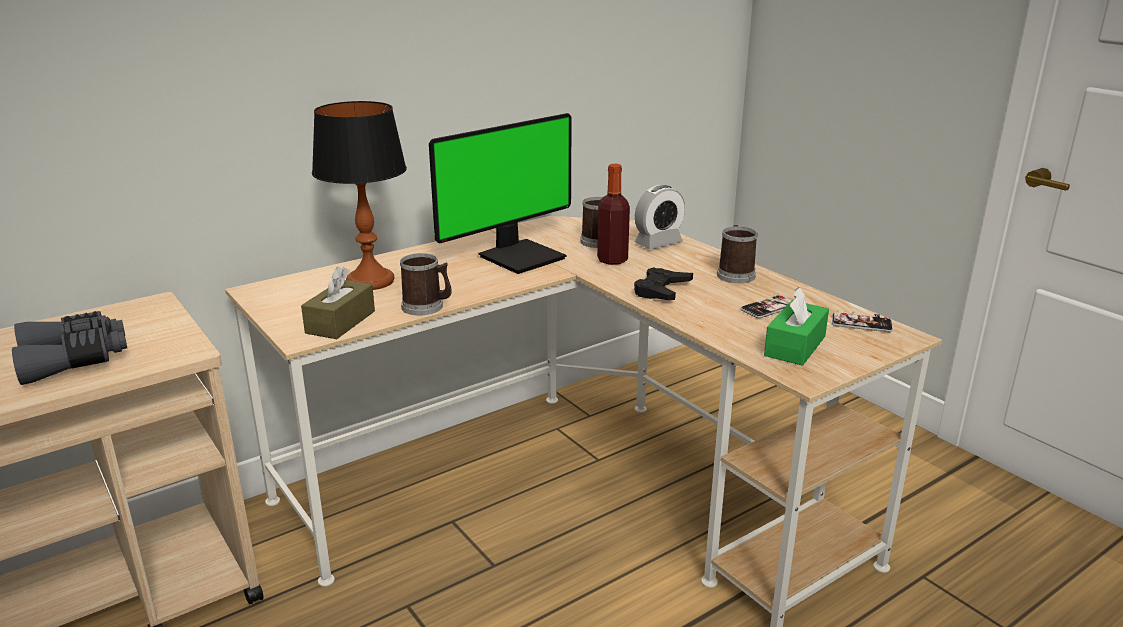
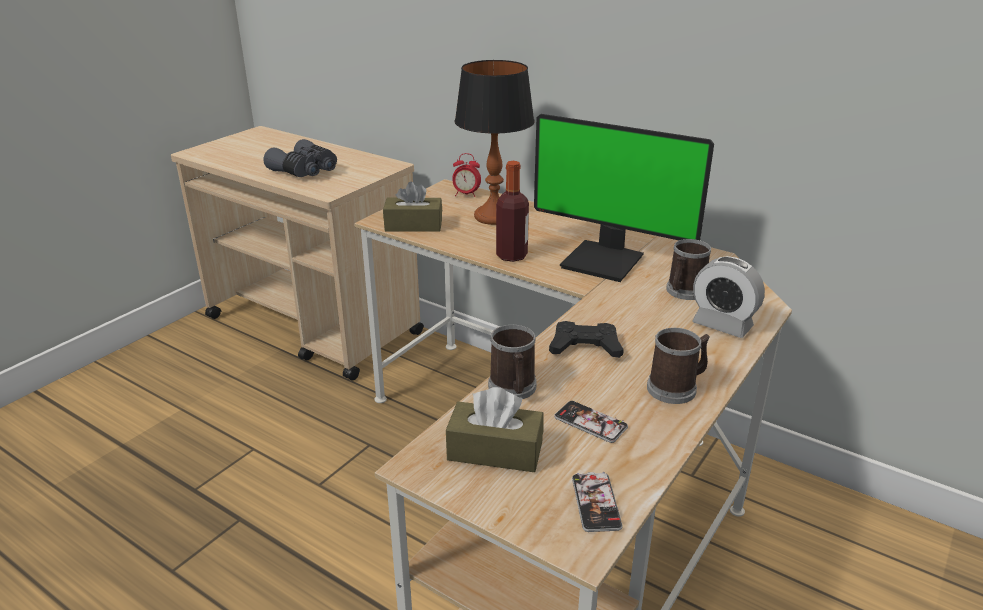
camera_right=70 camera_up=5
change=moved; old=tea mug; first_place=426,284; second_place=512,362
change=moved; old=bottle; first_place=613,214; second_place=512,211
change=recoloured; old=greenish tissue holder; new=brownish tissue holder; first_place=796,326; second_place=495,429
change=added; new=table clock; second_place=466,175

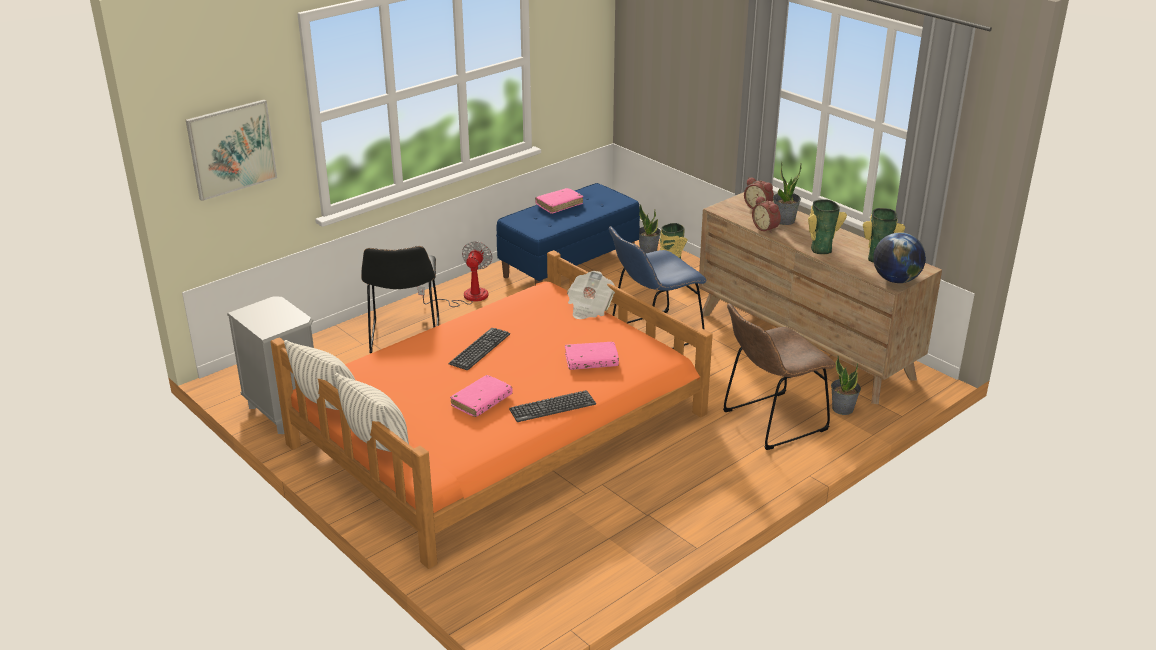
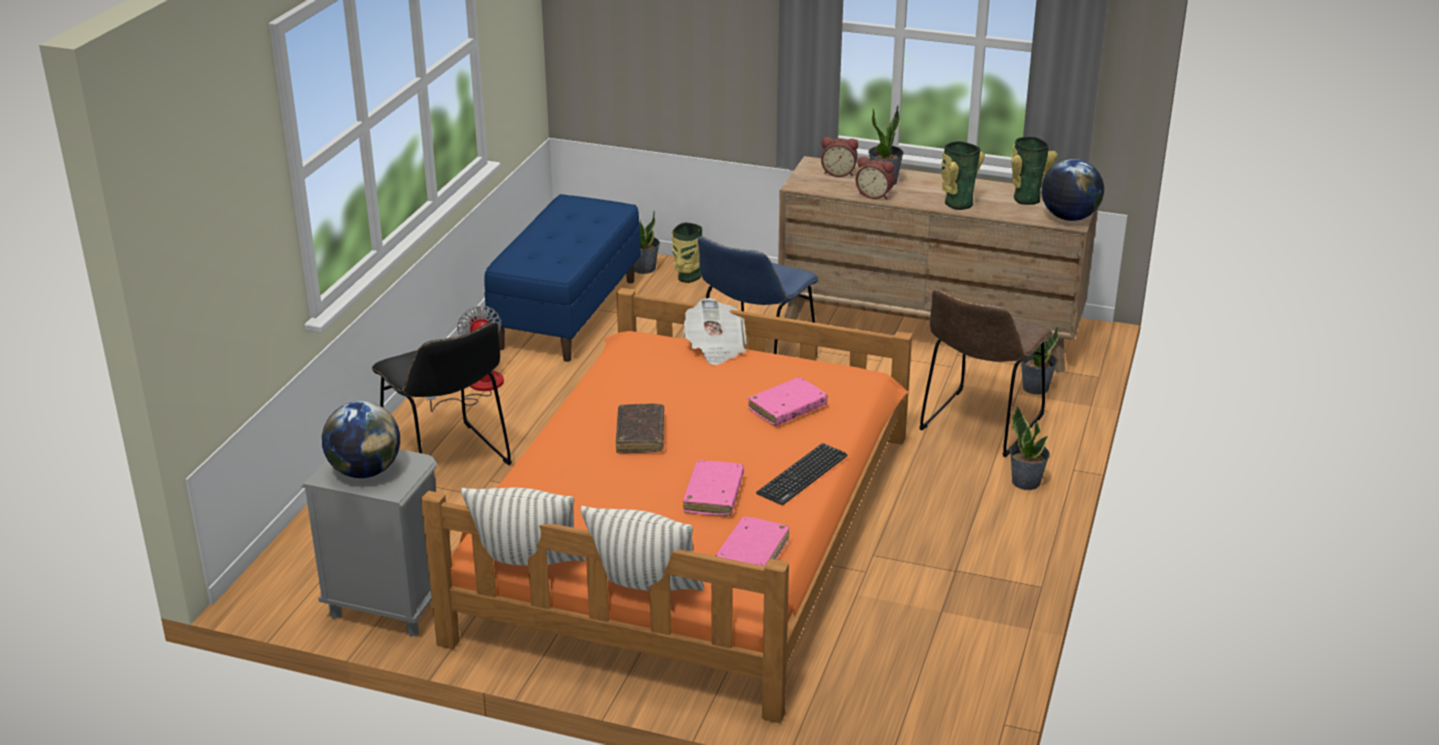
camera_right=-30 camera_up=0
change=removed; old=picture; first_place=231,150
change=replaced; old=computer keyboard; new=brownish book; first_place=479,349; second_place=640,428
change=moved; old=pink-coloured book; first_place=559,201; second_place=753,541
change=added; new=globe; second_place=361,439
change=added; new=potted plant; second_place=1030,448

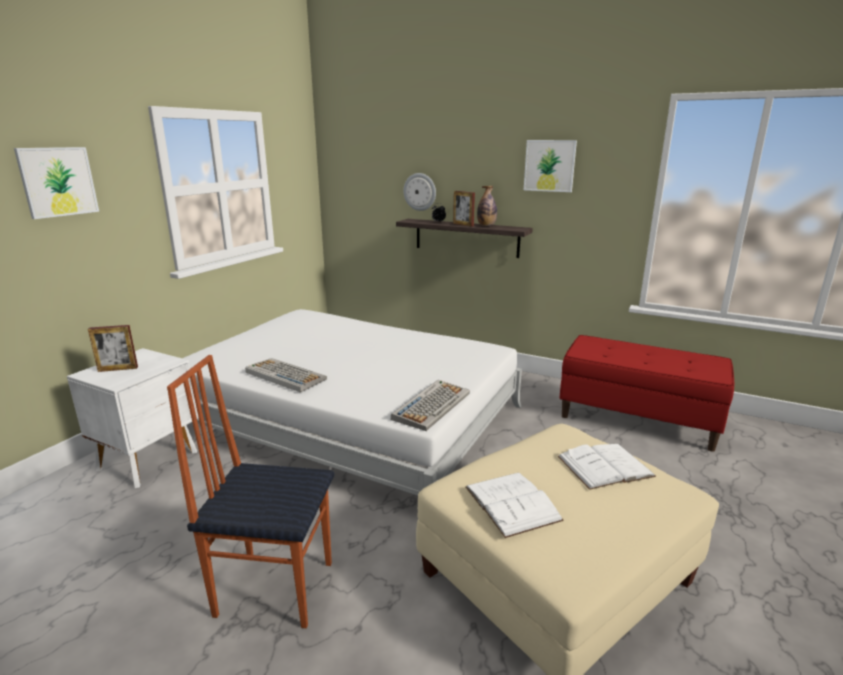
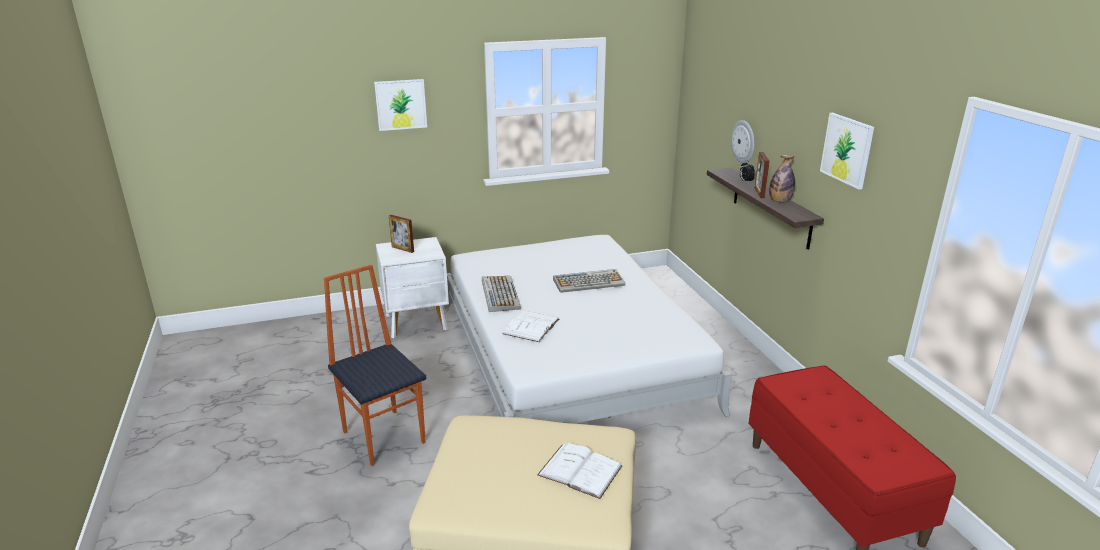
camera_right=45 camera_up=5
change=moved; old=computer keyboard; first_place=430,405; second_place=589,281
change=moved; old=whitish book; first_place=515,505; second_place=531,326

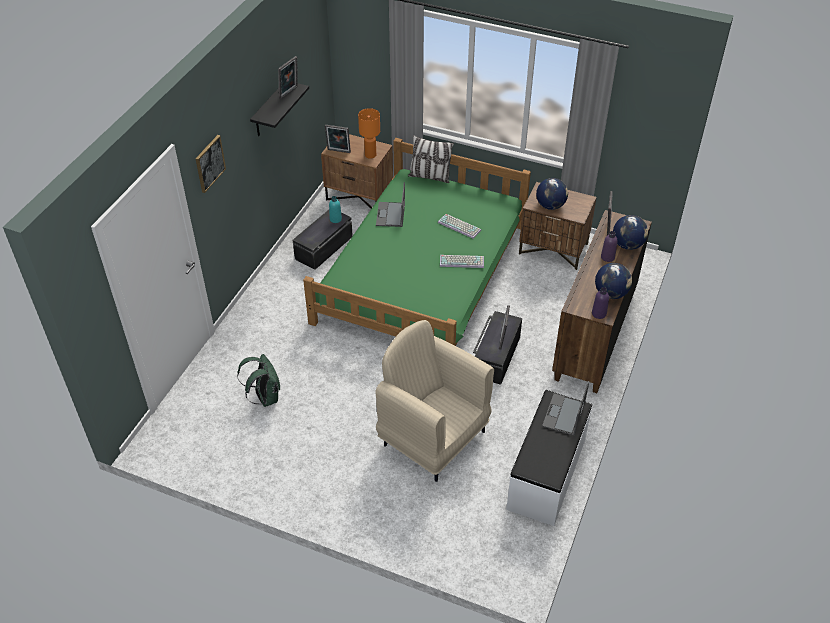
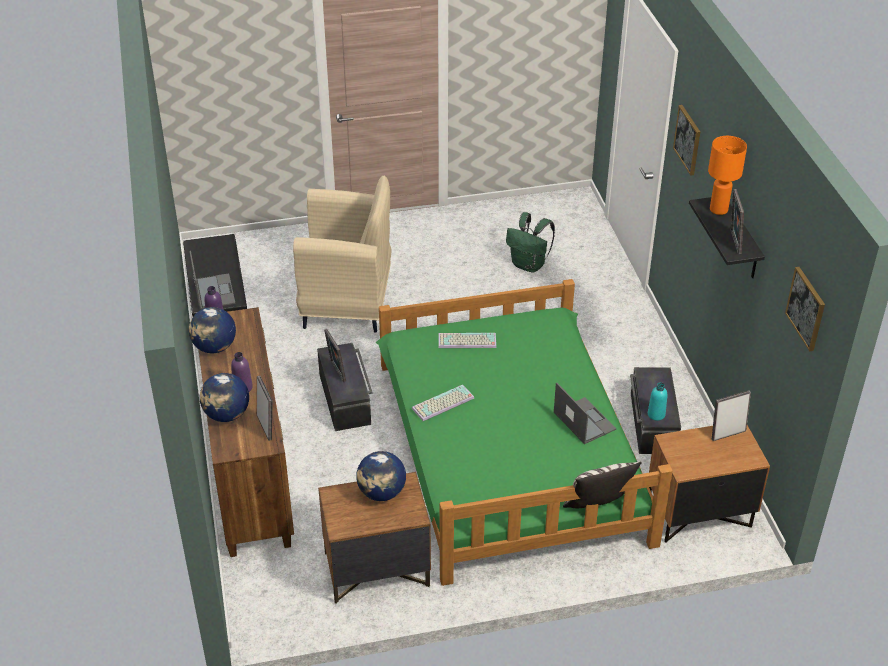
camera_right=145 camera_up=-5
change=moved; old=orange lamp for a table; first_place=369,133; second_place=727,175
change=moved; old=computer keyboard; first_place=459,226; second_place=467,340
change=added; new=picture; second_place=805,309

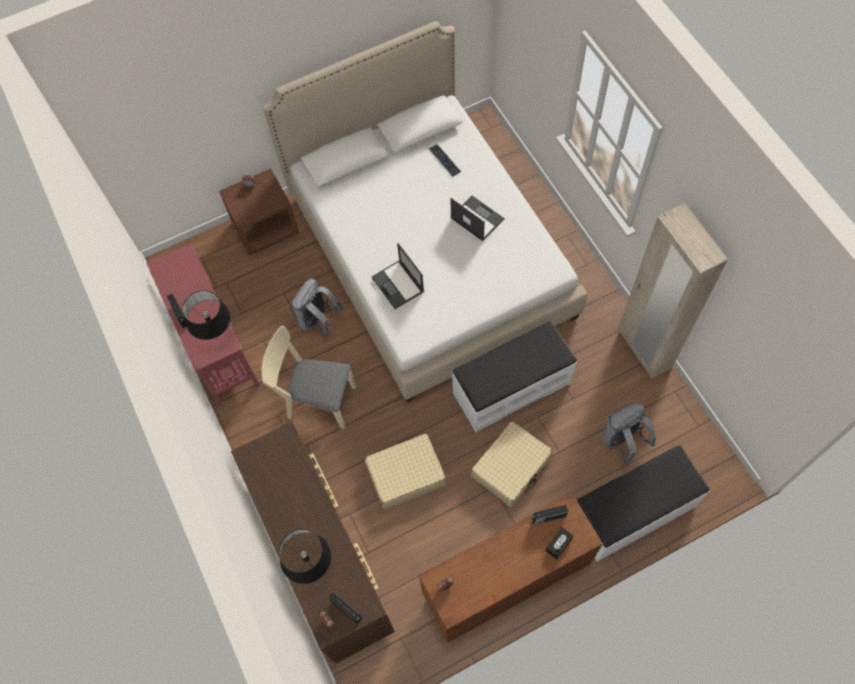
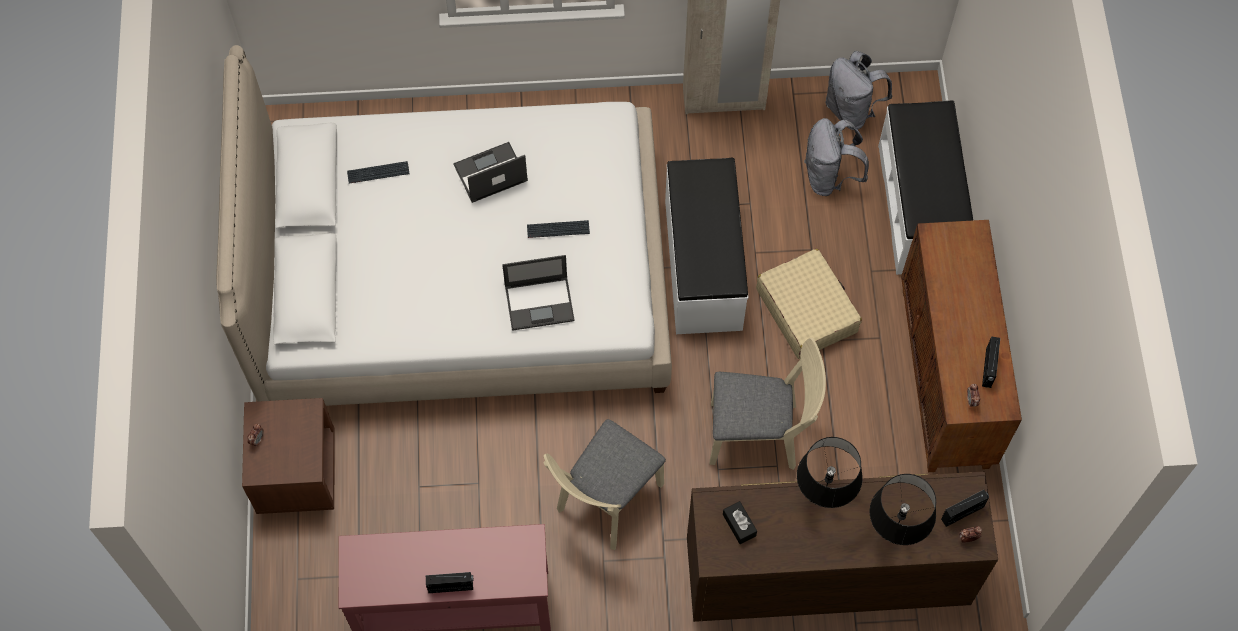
camera_right=-70 camera_up=0
change=moved; old=black-coloured lamp for a table; first_place=207,315; second_place=830,472
change=moved; old=grey knapsack; first_place=317,307; second_place=859,90
change=replaced; old=beige-coloured travel case; new=beige-coloured plain chair; first_place=405,472; second_place=768,403
change=moved; old=radio; first_place=550,515; second_place=991,362
change=moved; old=black-coloured tissue holder; first_place=560,543; second_place=740,522
change=added; new=computer keyboard; second_place=558,229

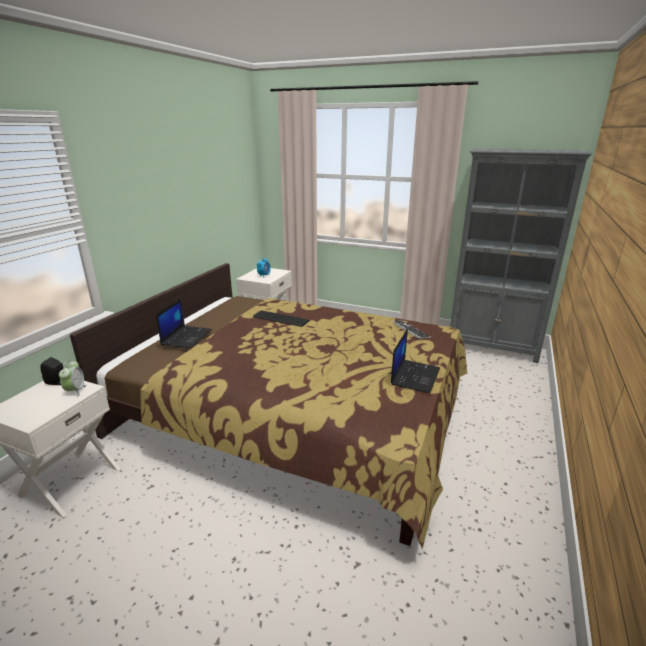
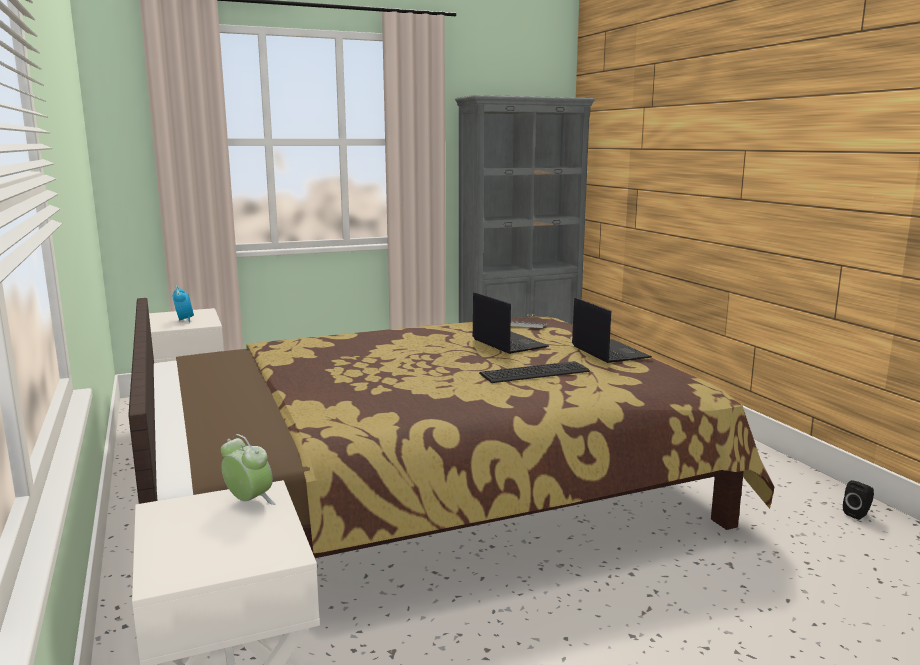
camera_right=-45 camera_up=-10
change=moved; old=black-coloured speaker; first_place=51,371; second_place=858,500
change=moved; old=portable computer; first_place=184,323; second_place=510,323
change=moved; old=computer keyboard; first_place=281,318; second_place=534,372

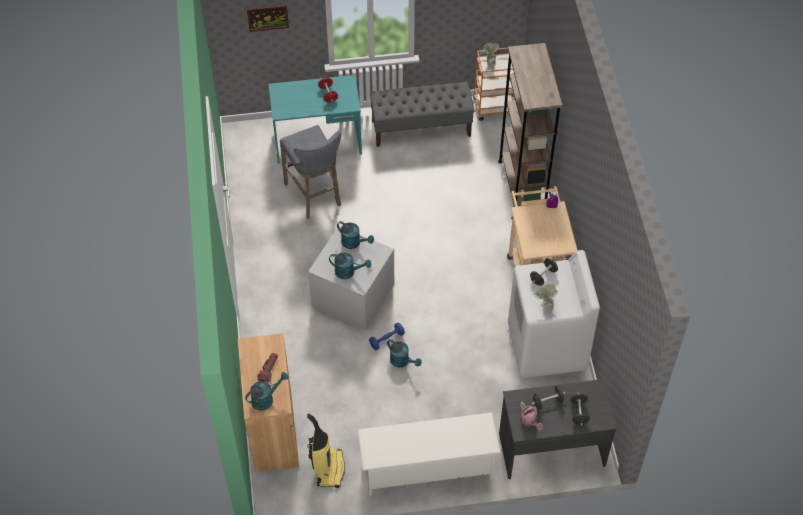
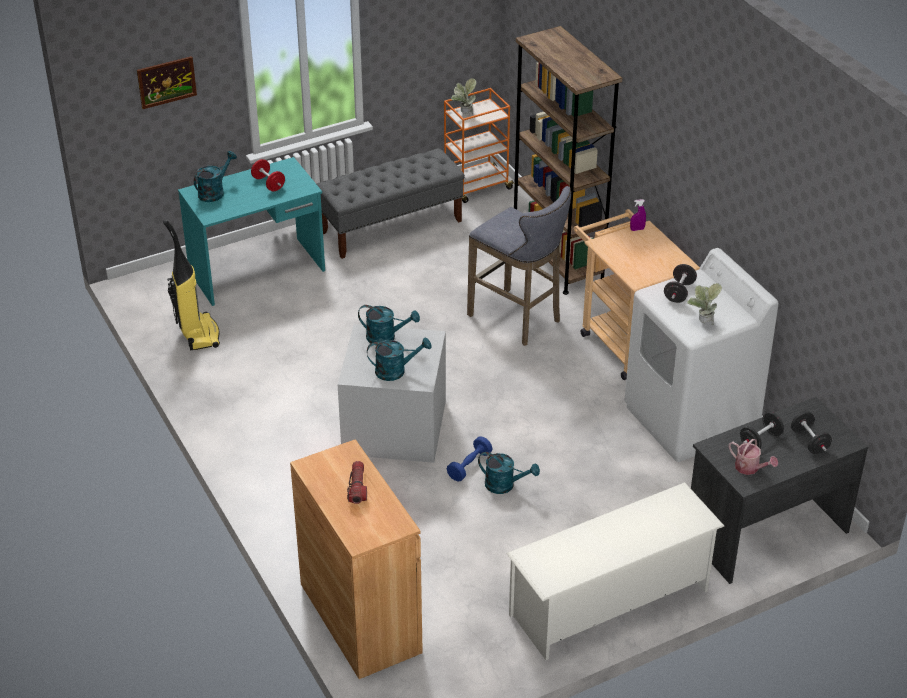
camera_right=-20 camera_up=-15
change=moved; old=turquoise watering pot; first_place=267,391; second_place=215,176
change=moved; old=grey stool; first_place=310,172; second_place=519,266
change=moved; old=hoover; first_place=326,451; second_place=191,284

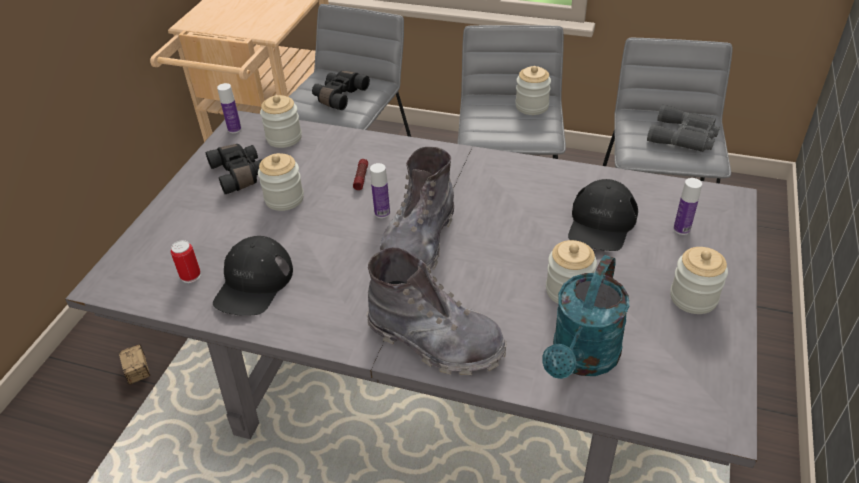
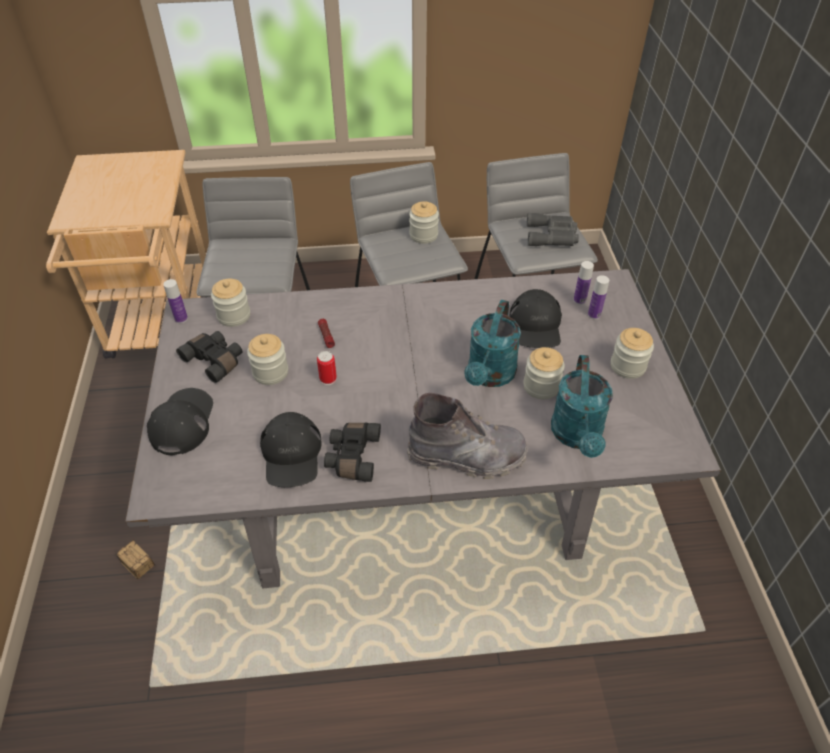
camera_right=-25 camera_up=5
change=moved; old=metal can; first_place=186,261; second_place=327,368
change=moved; old=black-coloured field glasses; first_place=341,90; second_place=352,452
change=moved; old=bottle; first_place=380,190; second_place=583,283
change=removed; old=grey tall boot; first_place=417,208
change=added; new=black-coloured cap; second_place=180,421
change=added; new=turquoise watering pot; second_place=492,343

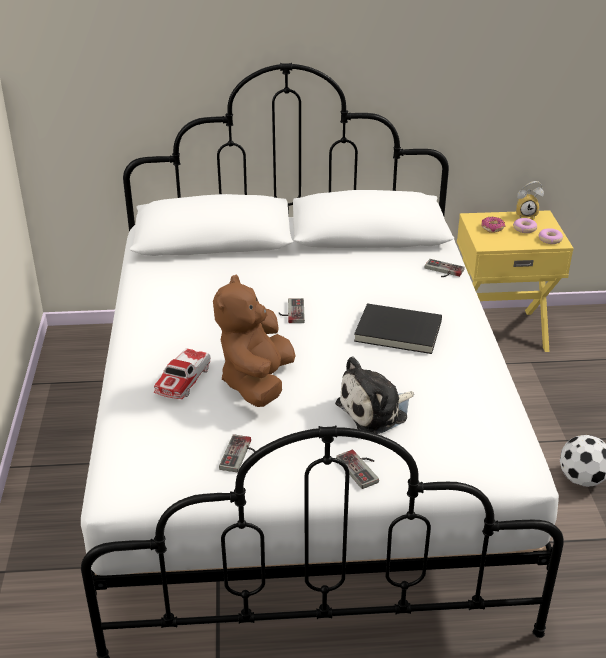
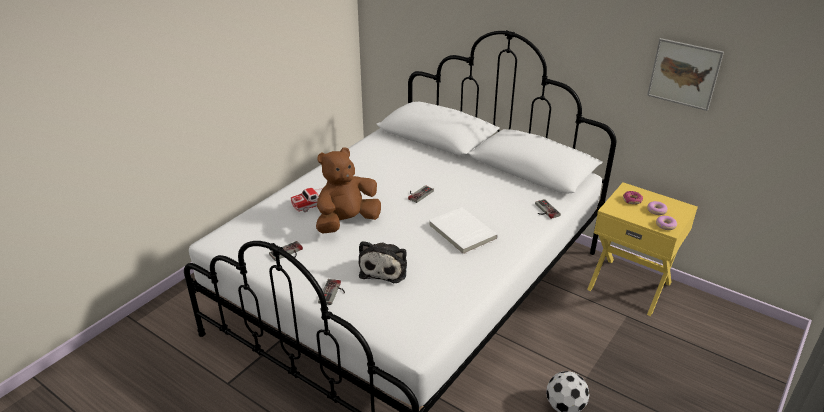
camera_right=40 camera_up=0
change=turned; old=cuddly toy; first_place=374,395; second_place=383,262; degrees=-90
change=recoloured; old=black-coloured book; new=whitish book; first_place=398,328; second_place=463,230
change=removed; old=table clock; first_place=530,199
change=added; new=picture; second_place=685,74

